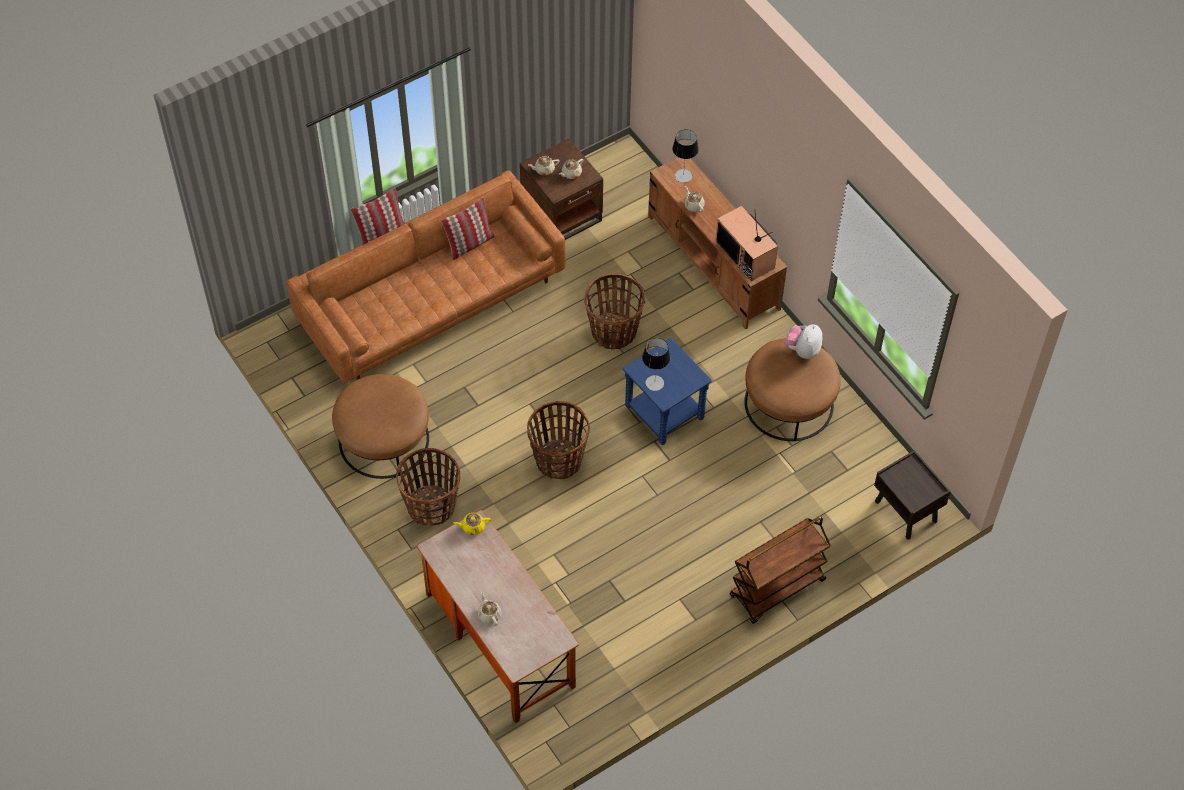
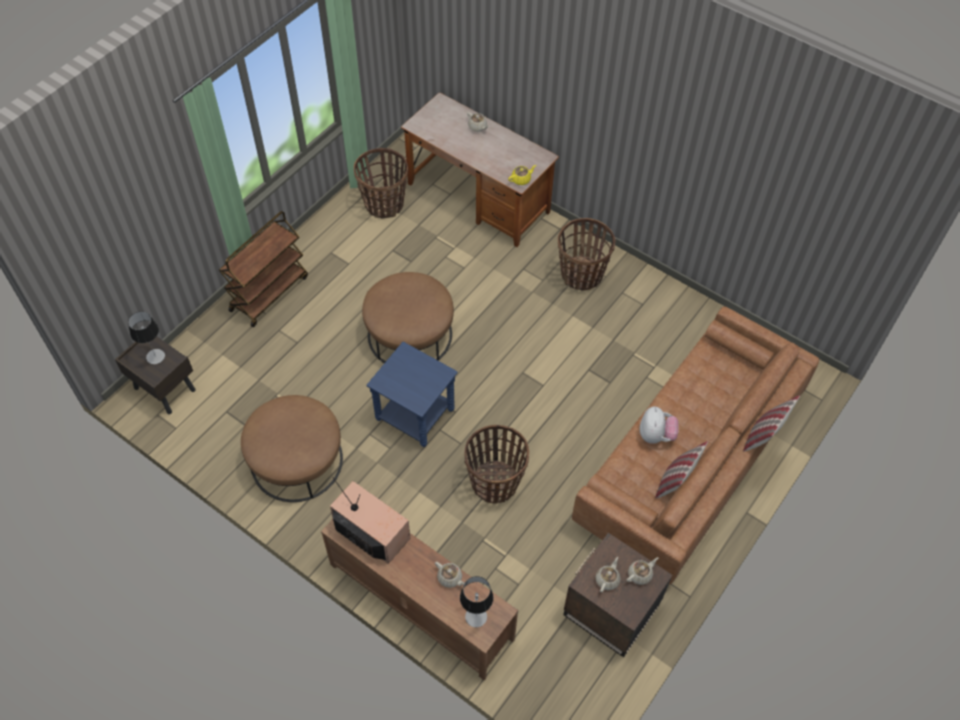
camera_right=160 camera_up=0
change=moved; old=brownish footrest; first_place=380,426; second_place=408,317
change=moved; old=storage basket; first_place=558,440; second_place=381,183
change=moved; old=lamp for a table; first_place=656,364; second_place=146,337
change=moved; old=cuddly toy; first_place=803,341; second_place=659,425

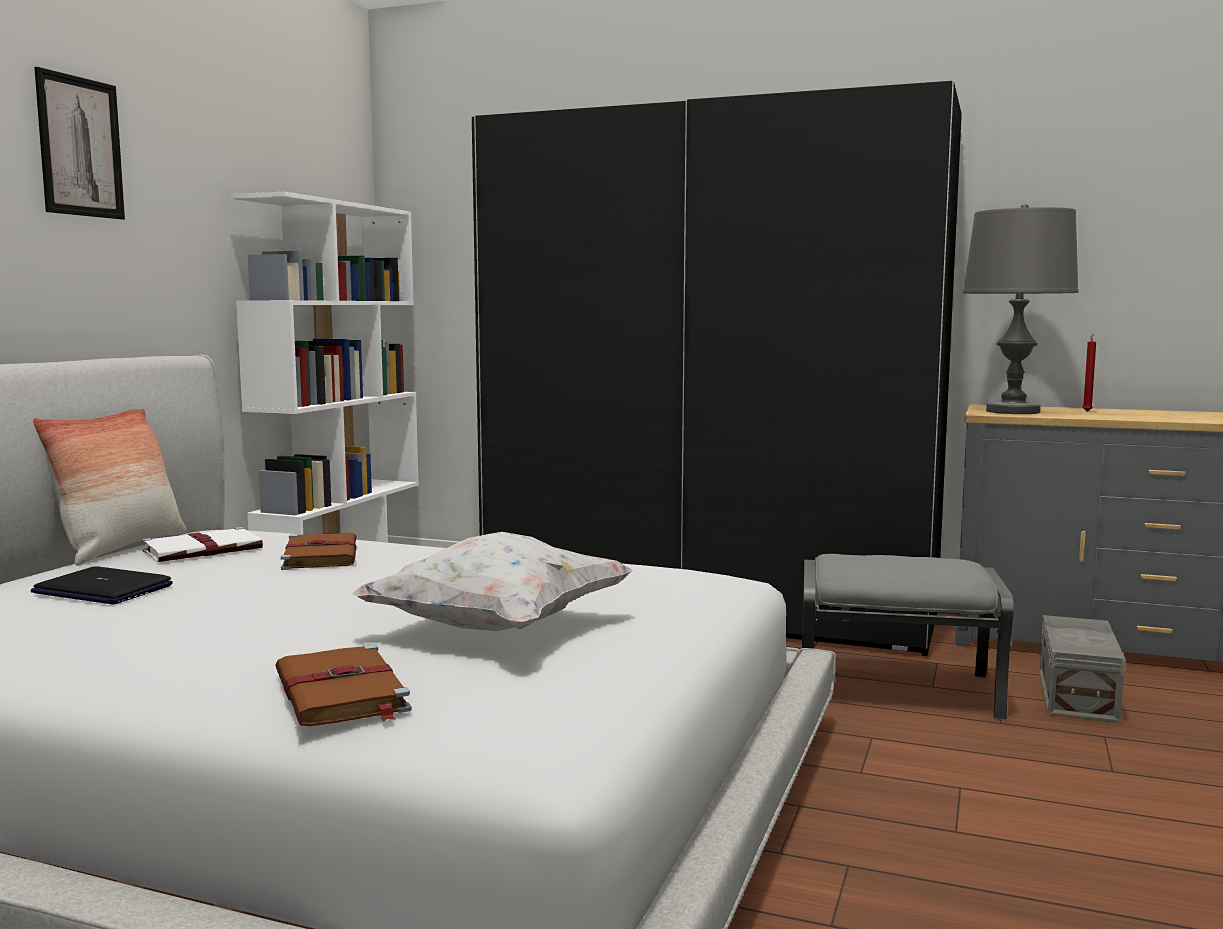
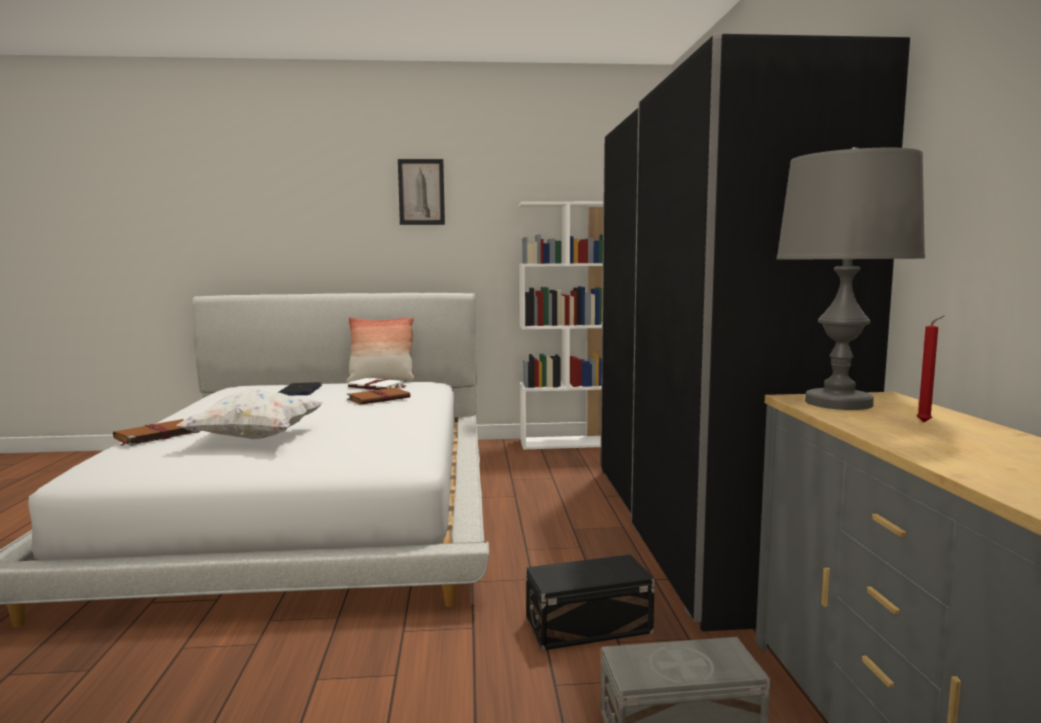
camera_right=65 camera_up=0
change=replaced; old=grey footrest; new=black-coloured storage container; first_place=908,637; second_place=590,602

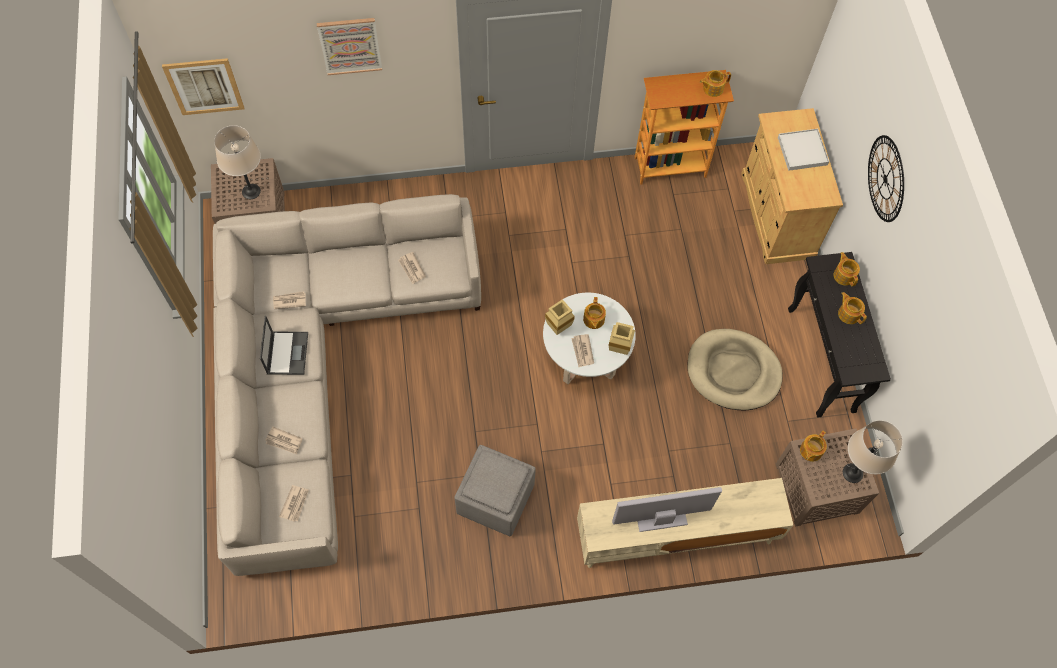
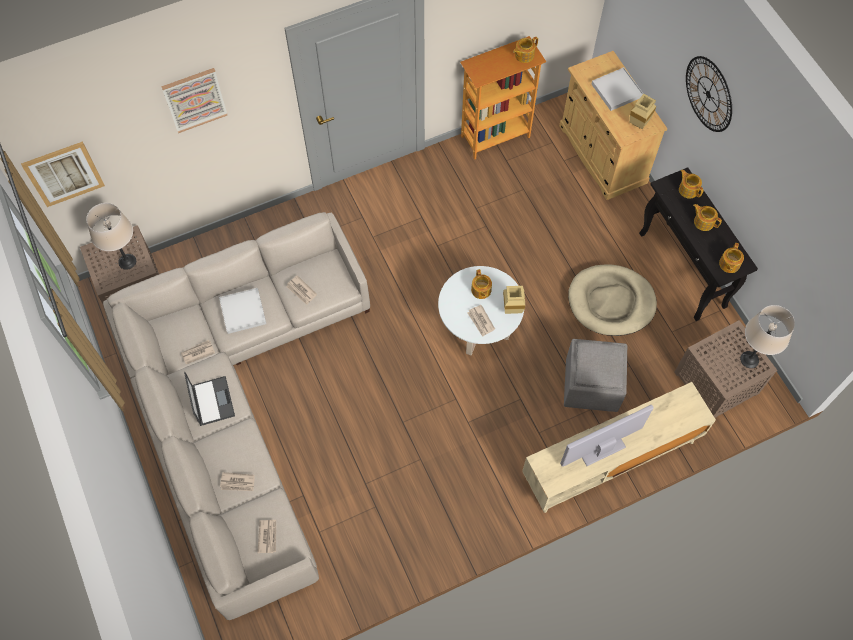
camera_right=-15 camera_up=0
change=moved; old=grey footrest; first_place=495,490; second_place=595,375
change=moved; old=beige-coloured decorative vase; first_place=560,317; second_place=642,111
change=moved; old=pot for tea; first_place=813,446; second_place=731,258
change=added; new=whitish carrying tray; second_place=242,311

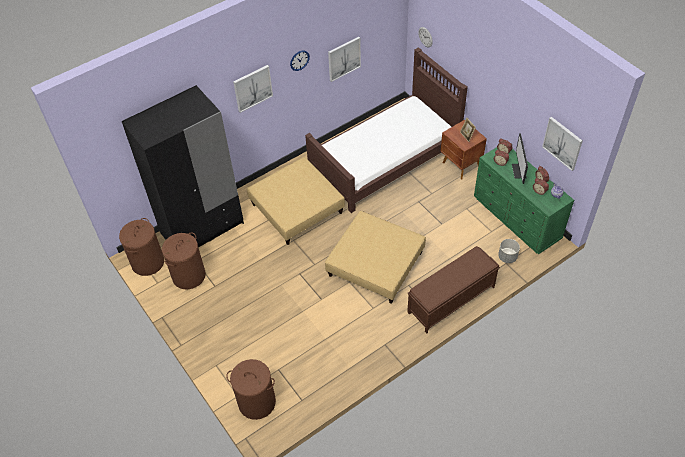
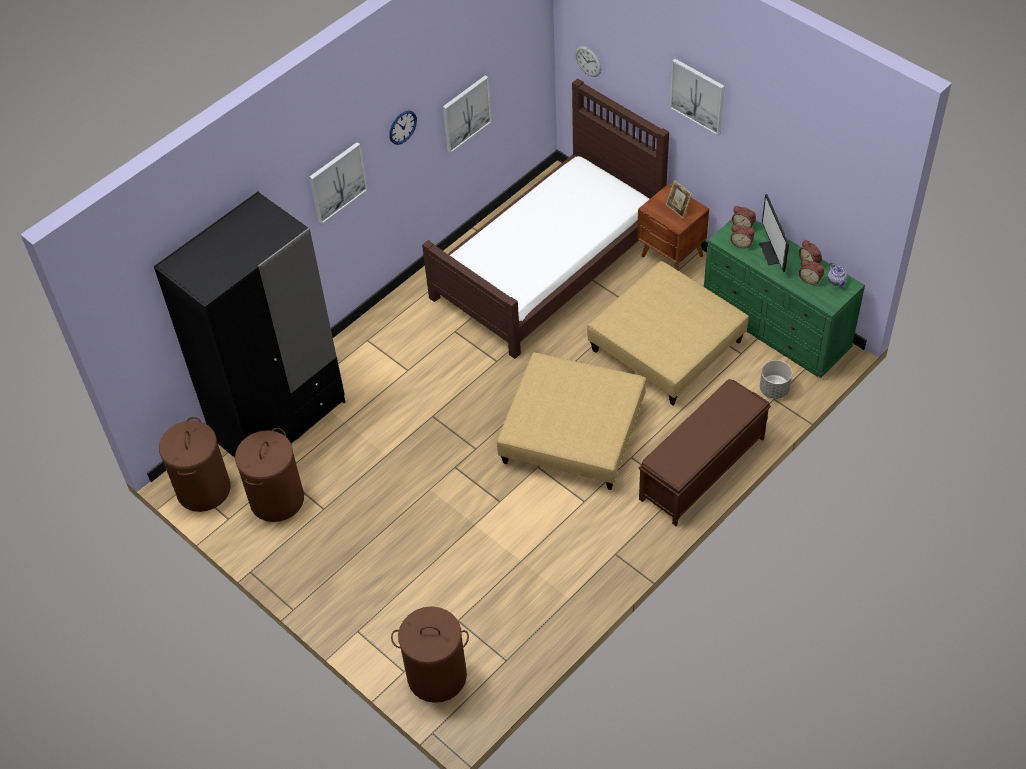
camera_right=-10 camera_up=0
change=moved; old=beige-coloured footrest; first_place=296,201; second_place=668,333
change=moved; old=picture; first_place=562,144; second_place=697,97

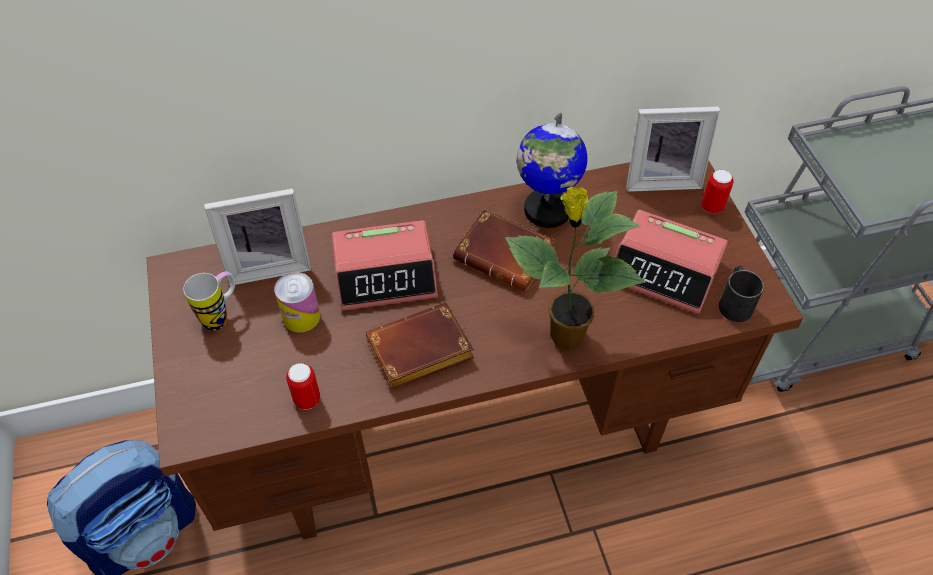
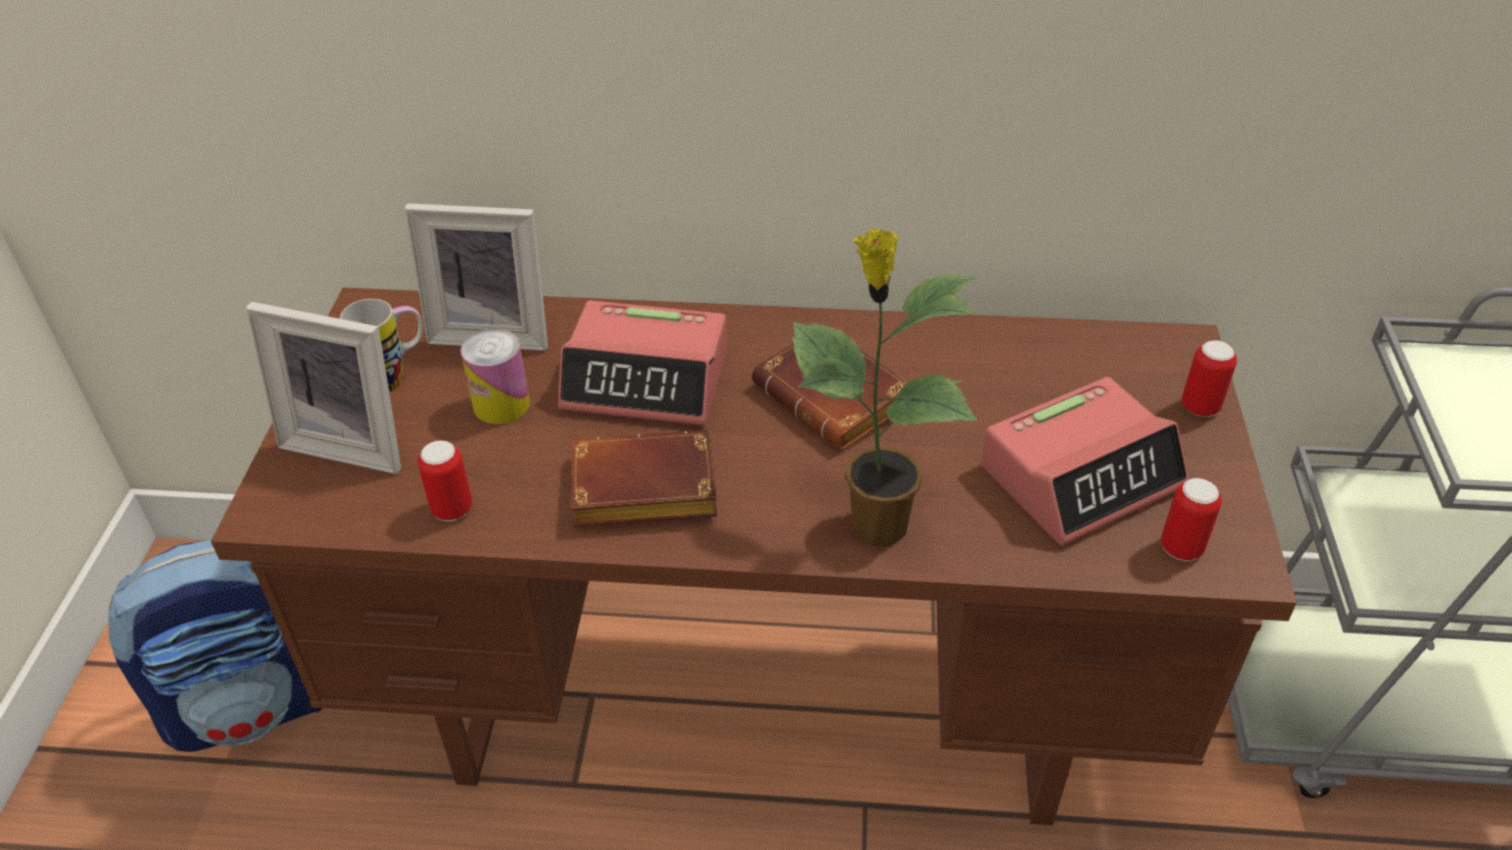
camera_right=20 camera_up=-10
change=removed; old=globe; first_place=552,170
change=turned; old=table clock; first_place=671,262; second_place=1085,461; degrees=-75
change=moved; old=standing frame; first_place=673,149; second_place=323,388
change=replaced; old=black-coloured tea mug; new=metal can; first_place=741,294; second_place=1191,519

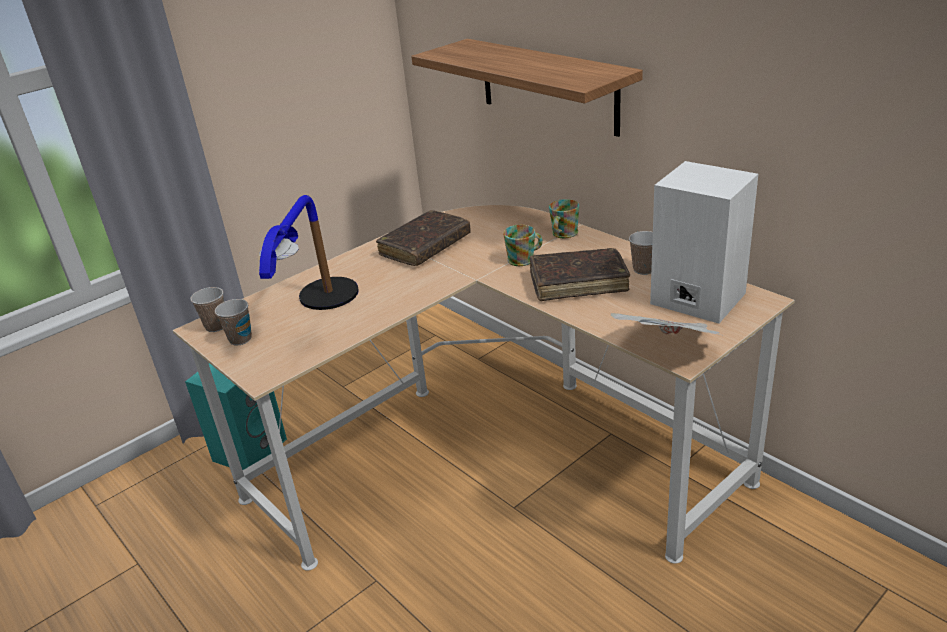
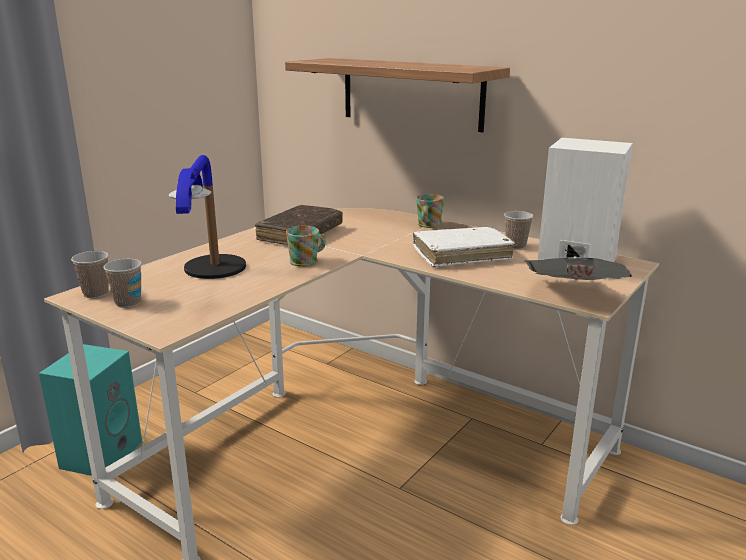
camera_right=-15 camera_up=-10
change=moved; old=tea mug; first_place=523,245; second_place=306,246
change=recoloured; old=brownish book; new=whitish book; first_place=579,274; second_place=464,247

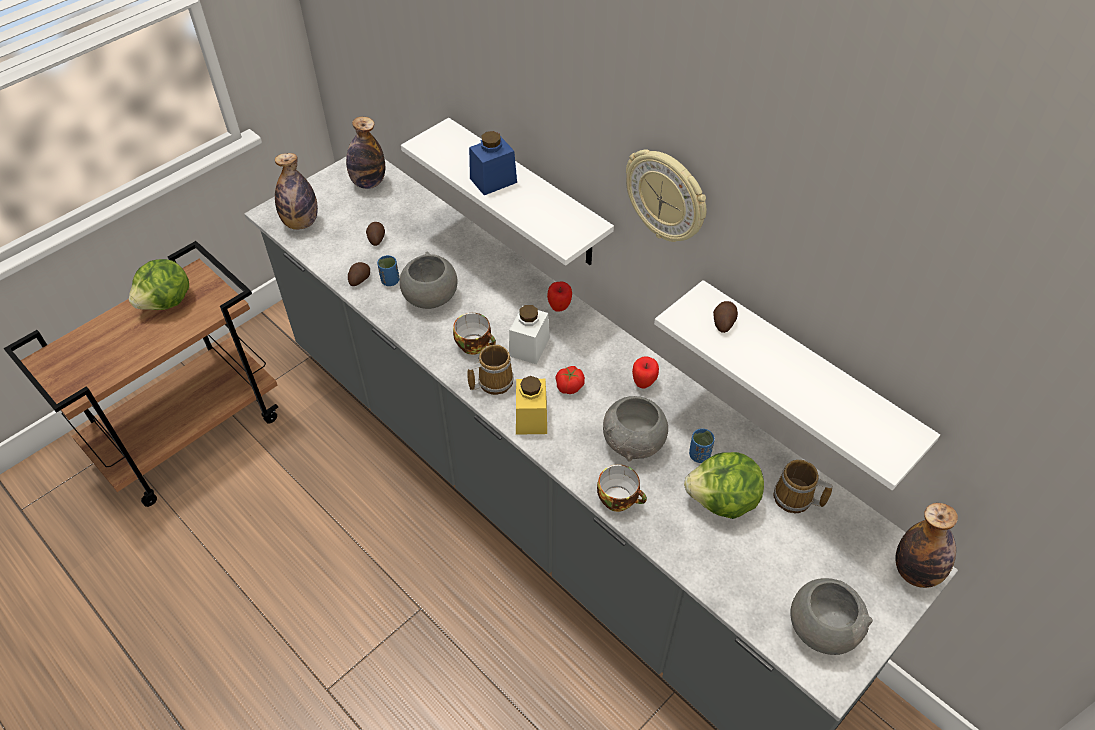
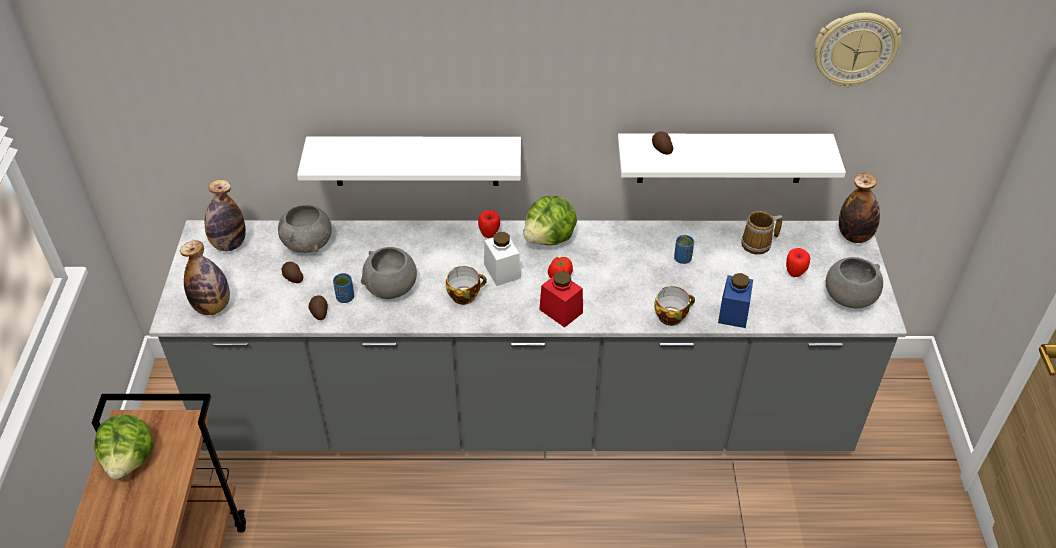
camera_right=-45 camera_up=-5
change=removed; old=tea mug; first_place=490,370
change=moved; old=bluish storage jar; first_place=493,163; second_place=735,300
change=recoloured; old=yellowish storage jar; new=red storage jar; first_place=531,405; second_place=561,299
change=moved; old=grey serving bowl; first_place=635,428; second_place=305,229
change=moved; old=hanging clock; first_place=666,195; second_place=858,50
change=moved; old=whole apple; first_place=645,372; second_place=798,262
change=moved; old=lettuce; first_place=724,485; second_place=550,220

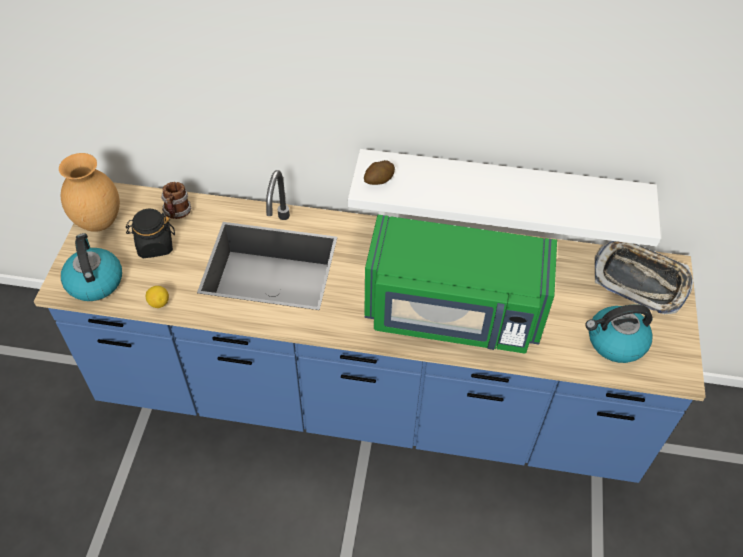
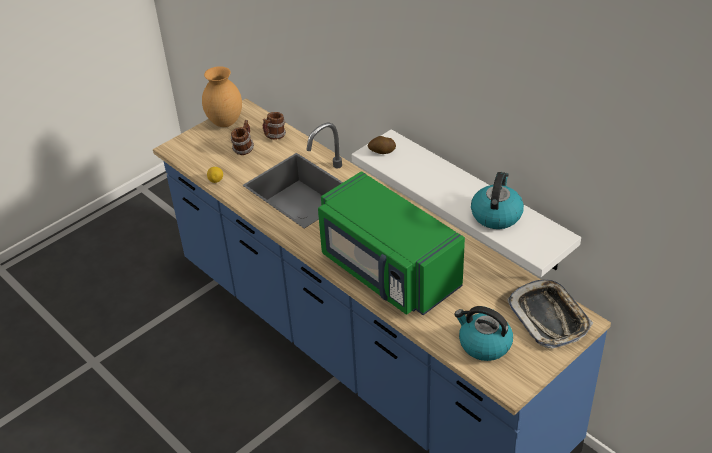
camera_right=40 camera_up=-10
change=moved; old=tea kettle; first_place=91,267; second_place=497,200
change=replaced; old=black-coloured storage jar; new=tea mug; first_place=150,233; second_place=242,137

